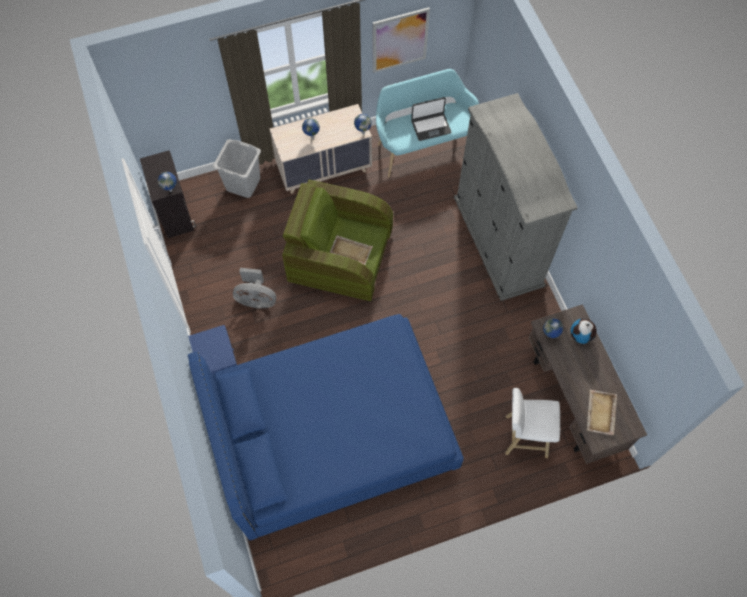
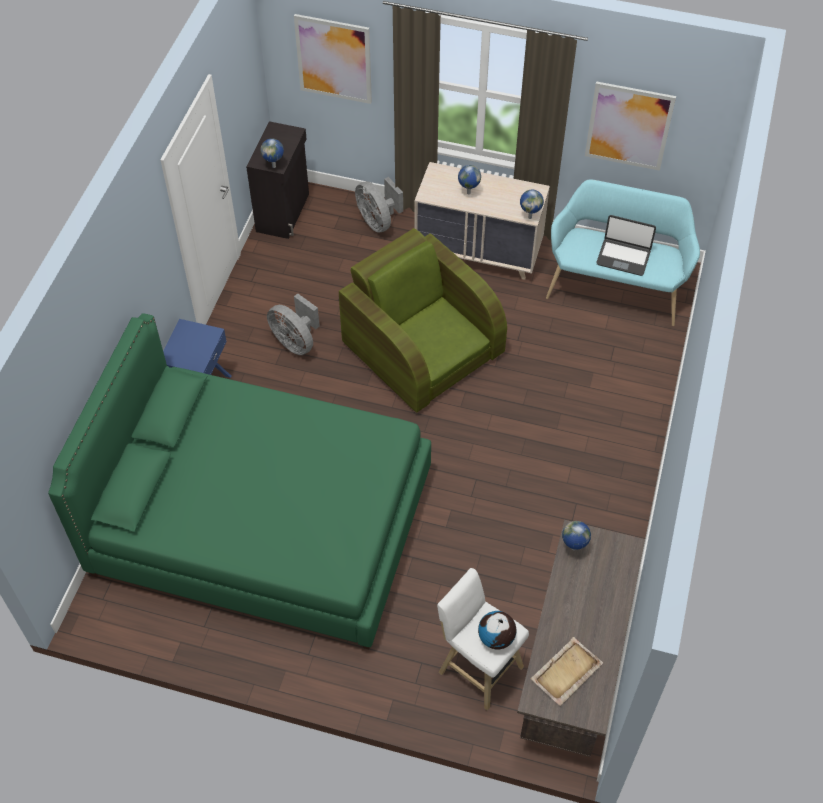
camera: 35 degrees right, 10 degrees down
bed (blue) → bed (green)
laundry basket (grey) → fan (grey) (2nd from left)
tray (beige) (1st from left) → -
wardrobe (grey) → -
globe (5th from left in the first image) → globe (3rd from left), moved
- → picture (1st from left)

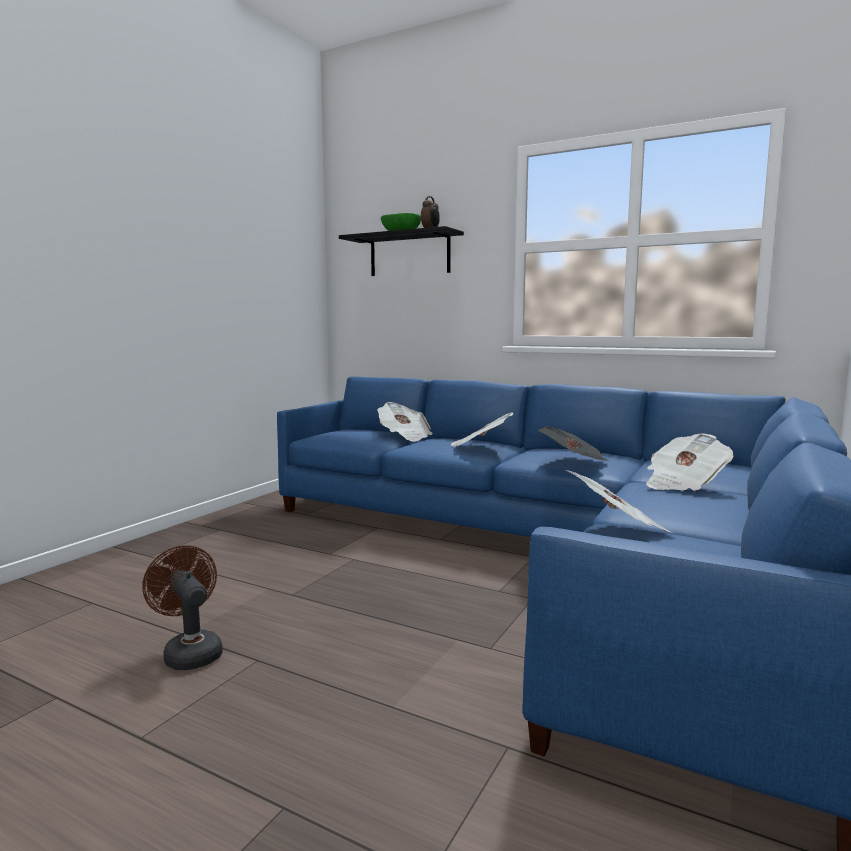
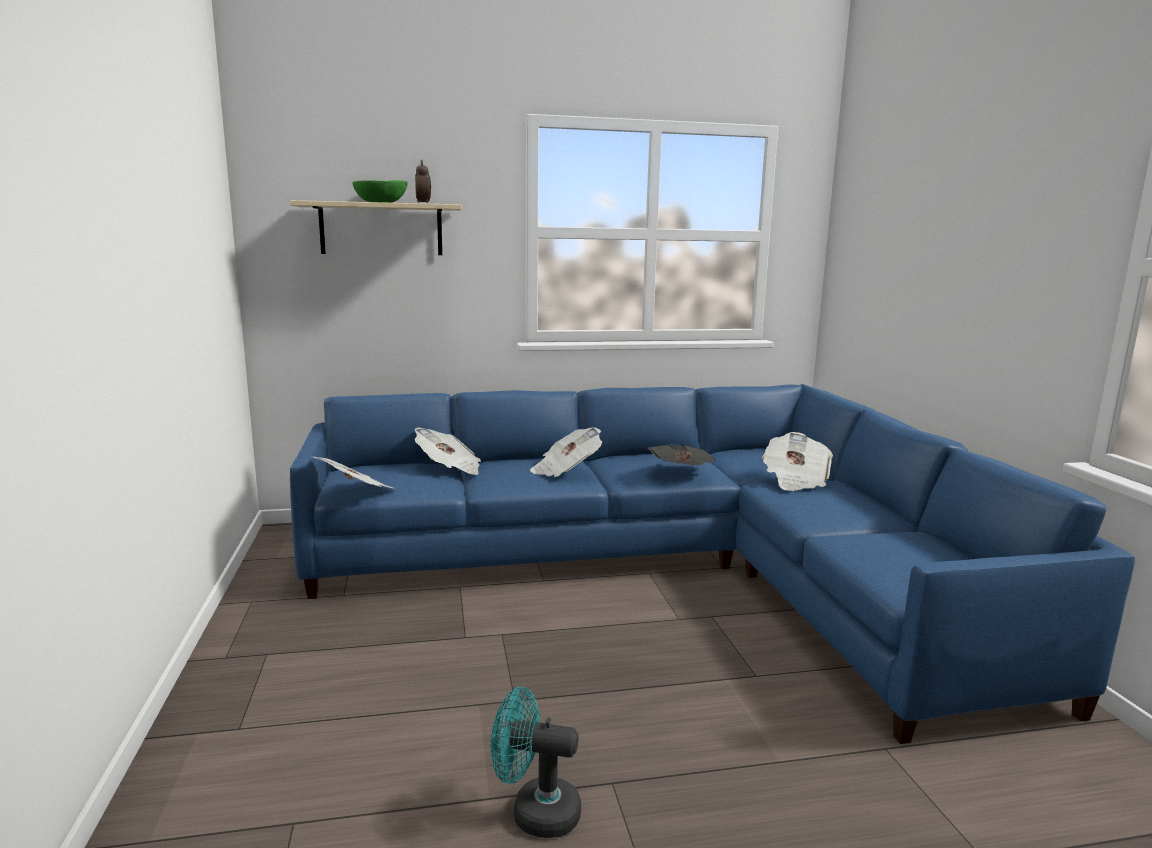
camera: 40 degrees left, 5 degrees up
fan (brown) → fan (turquoise)
shelf (black) → shelf (beige)
newspaper (4th from left in the first image) → newspaper (1st from left), moved

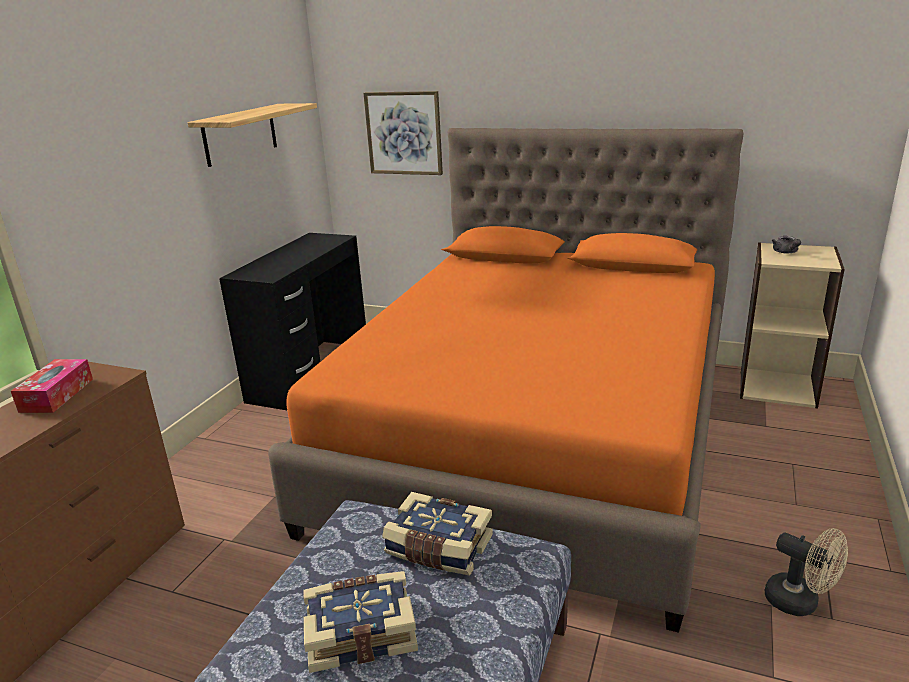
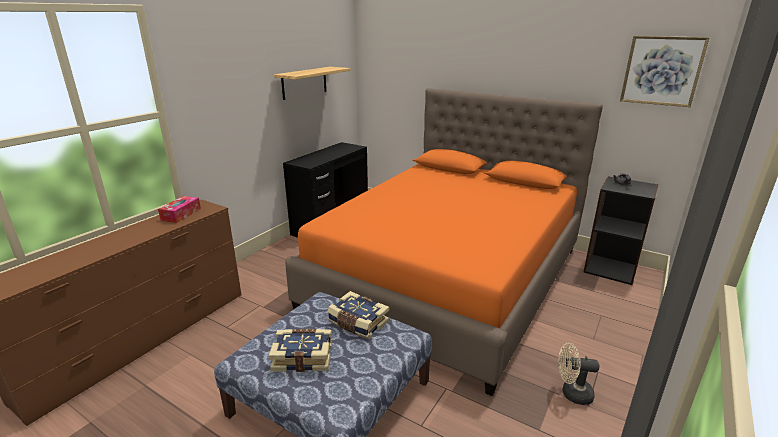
camera: 10 degrees right, 0 degrees up
picture, moved
bookcase (beige) → bookcase (black)
fan (beige), 135 degrees clockwise

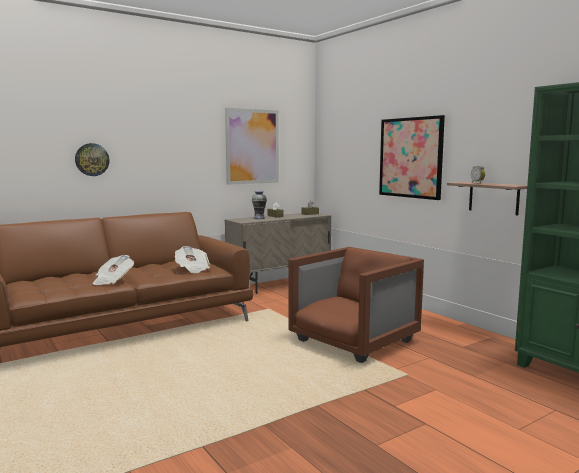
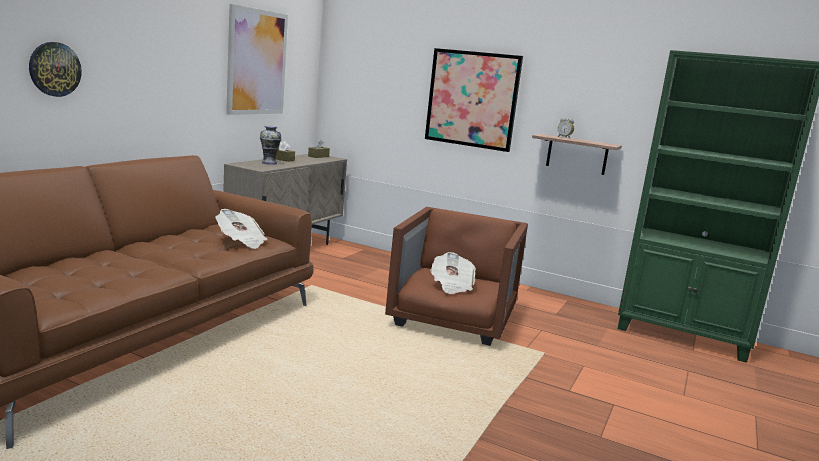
camera: 30 degrees left, 5 degrees up
newspaper (1st from left in the first image) → newspaper (2nd from left), moved

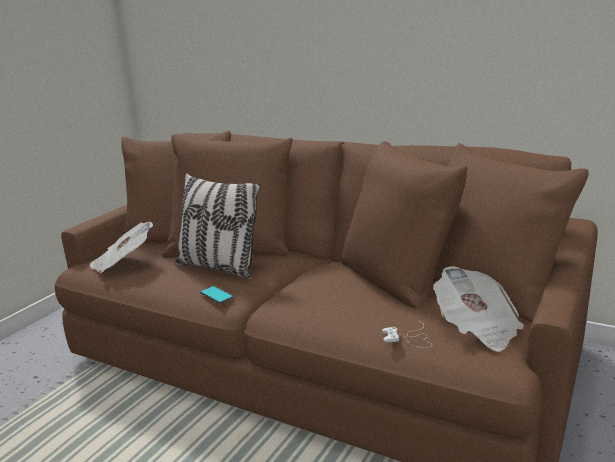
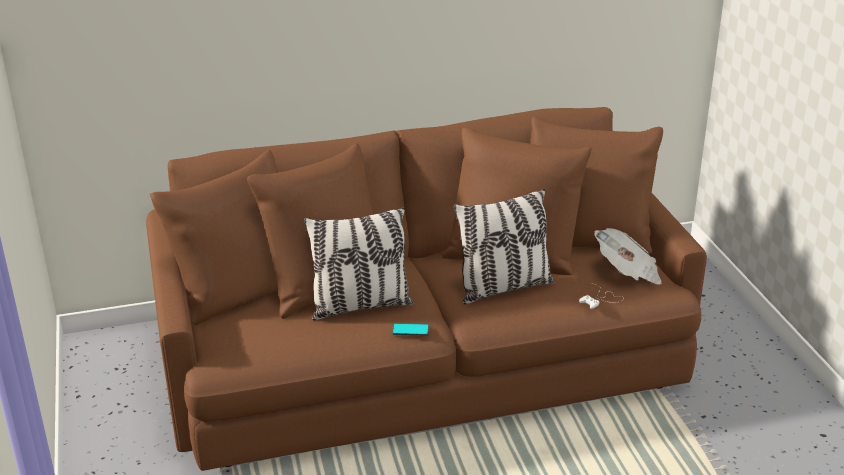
camera: 45 degrees left, 10 degrees up
newspaper (1st from left) → -
- → pillow (2nd from left)

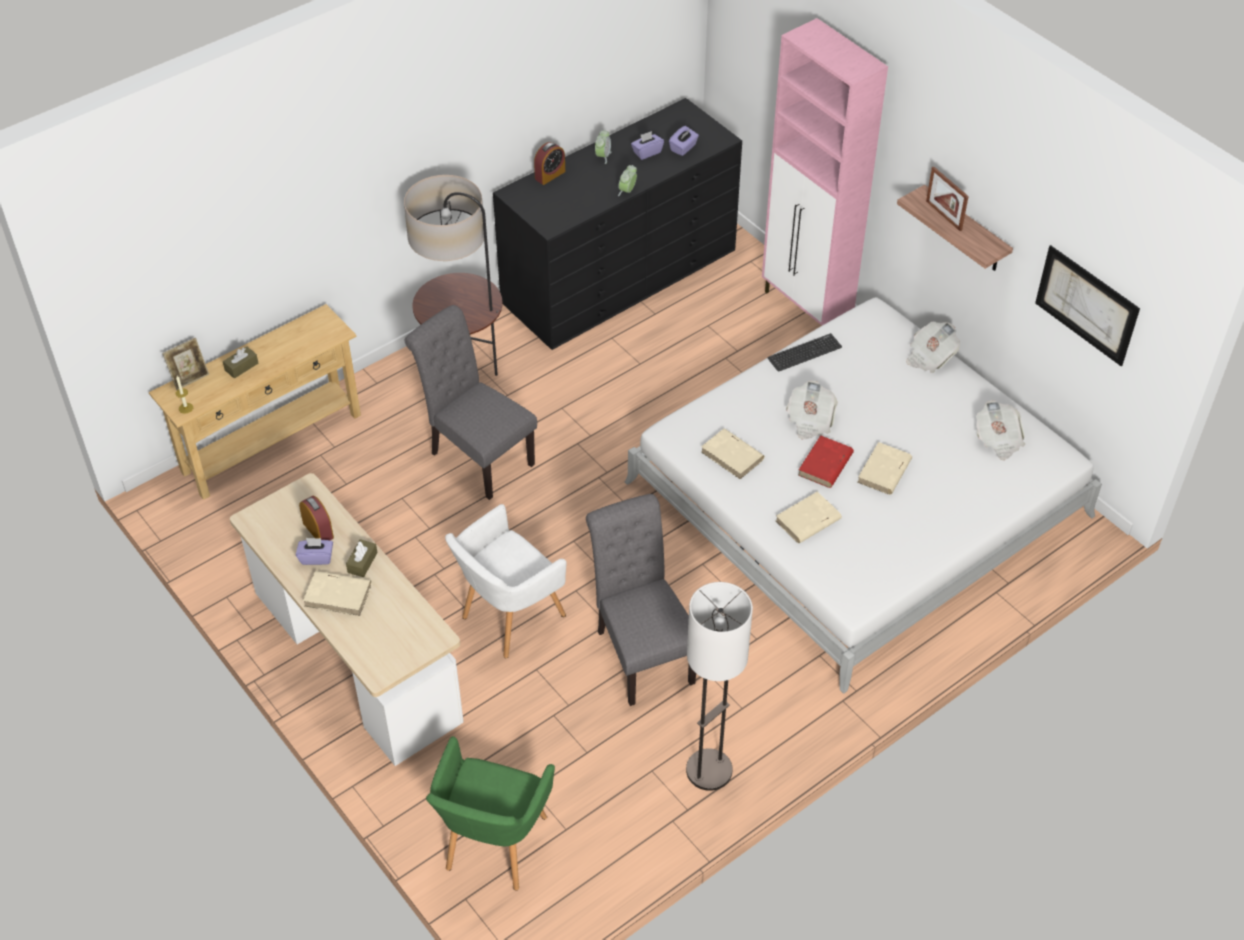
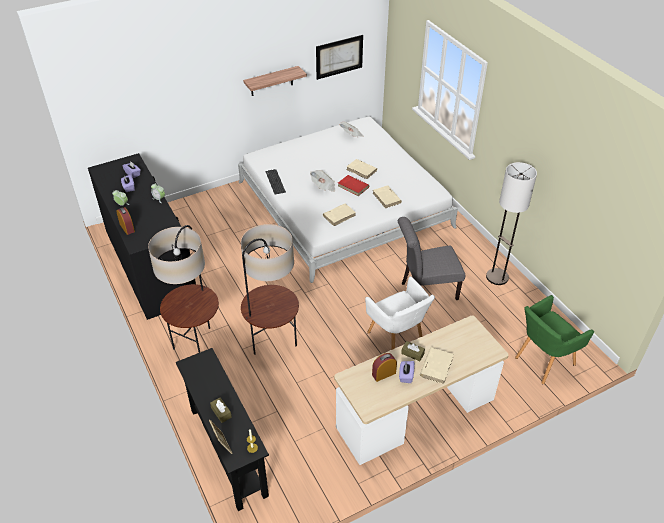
camera: 80 degrees left, 5 degrees down
console table (beige) → console table (black)
chair (grey) (1st from left) → floor lamp (2nd from left)
armchair (green), 120 degrees clockwise
cabinet (pink) → -
newspaper (2nd from left) → -
picture frame (2nd from left) → -

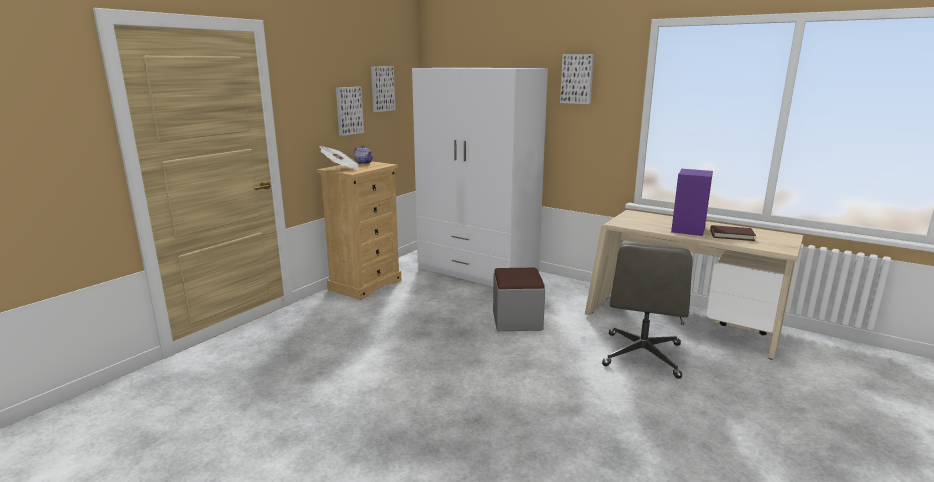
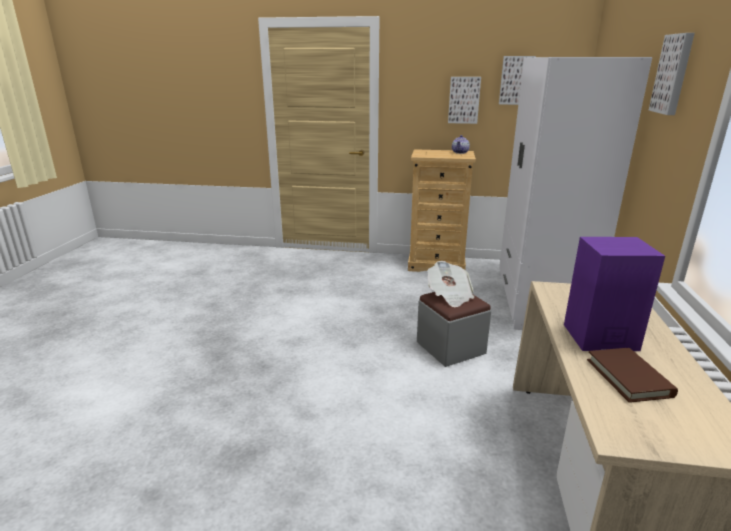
camera: 65 degrees right, 5 degrees up
newspaper, moved
office chair (grey) → -

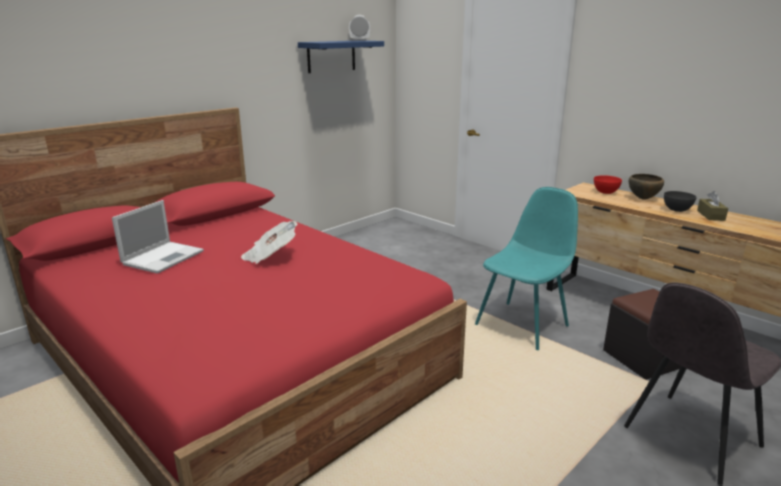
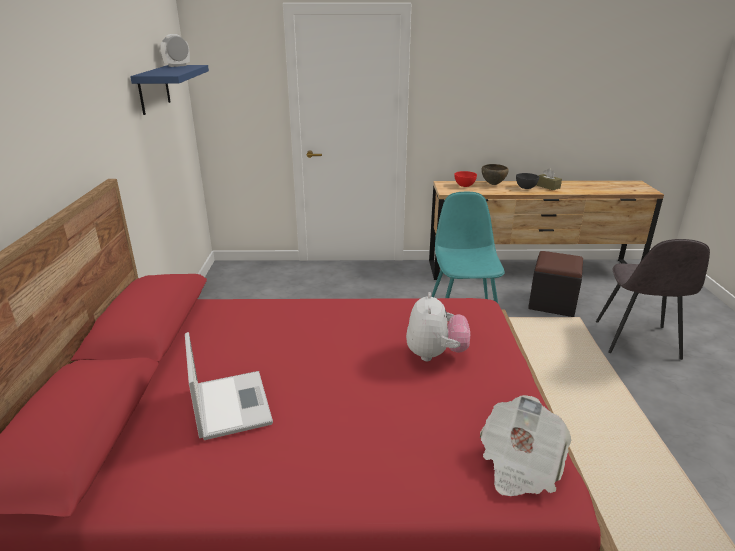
camera: 45 degrees left, 5 degrees up
newspaper, moved
- → plush toy

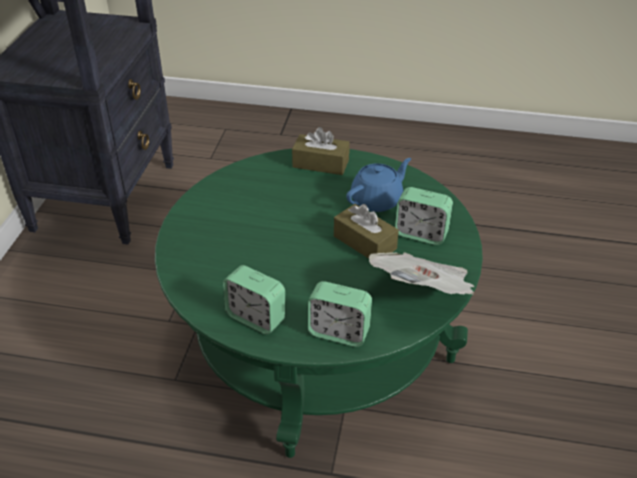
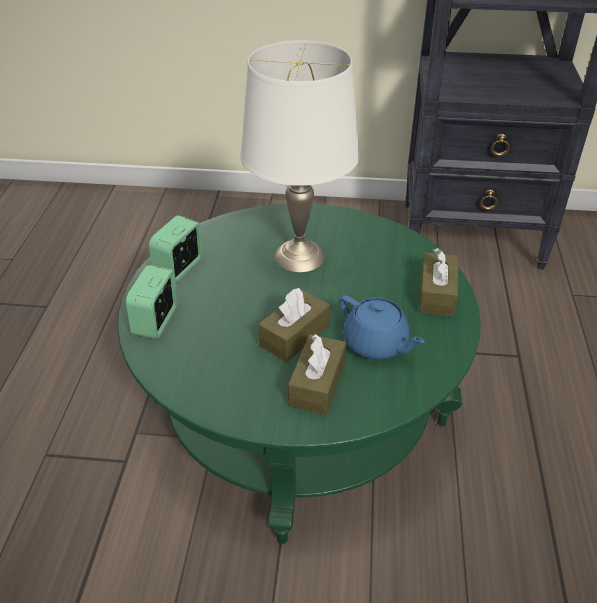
camera: 85 degrees right, 0 degrees up
newspaper → -
alarm clock (3rd from left) → tissue box (brown) (2nd from left)
- → table lamp (white)

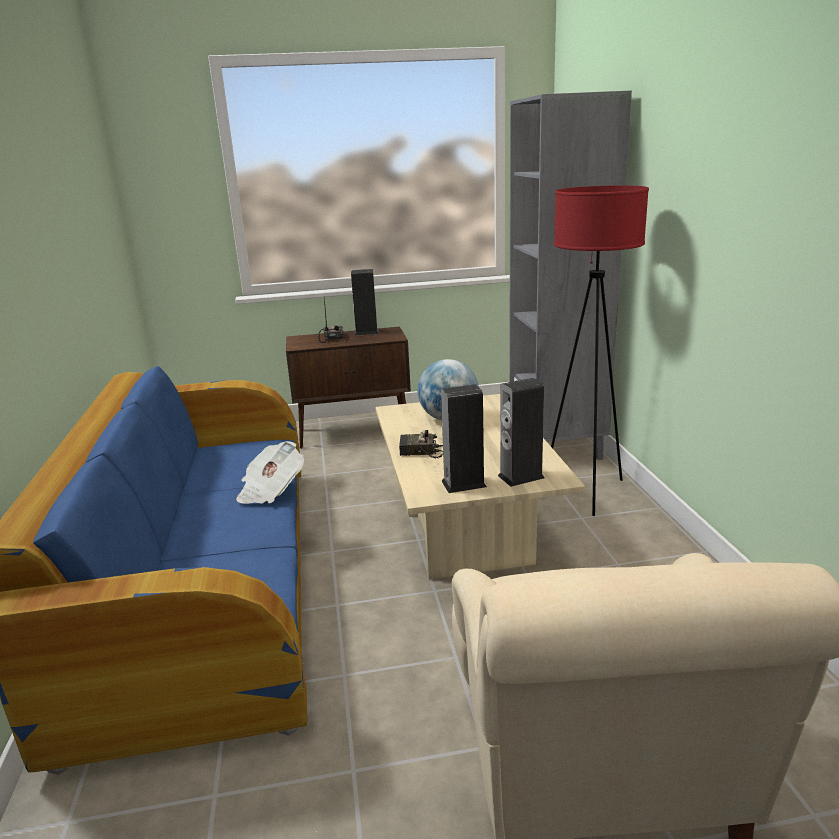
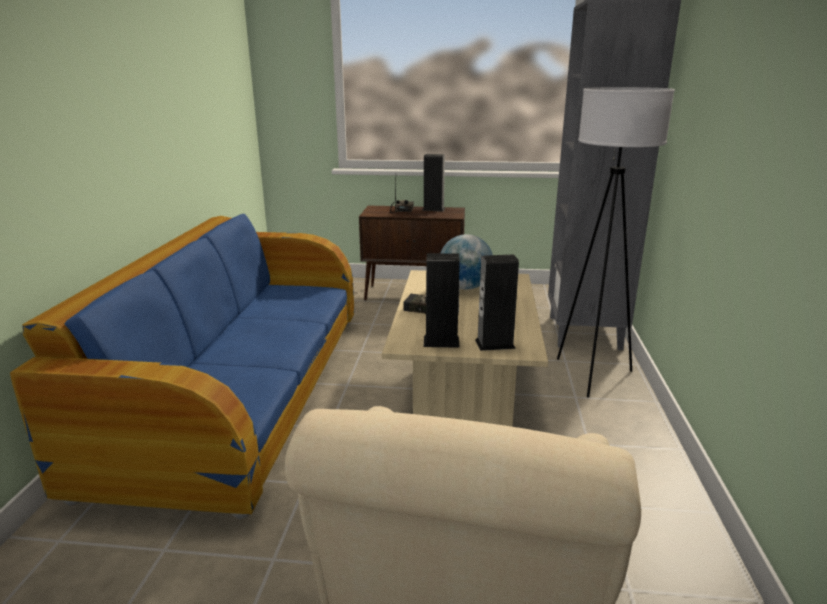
camera: 15 degrees right, 0 degrees up
newspaper → -
floor lamp (red) → floor lamp (white)

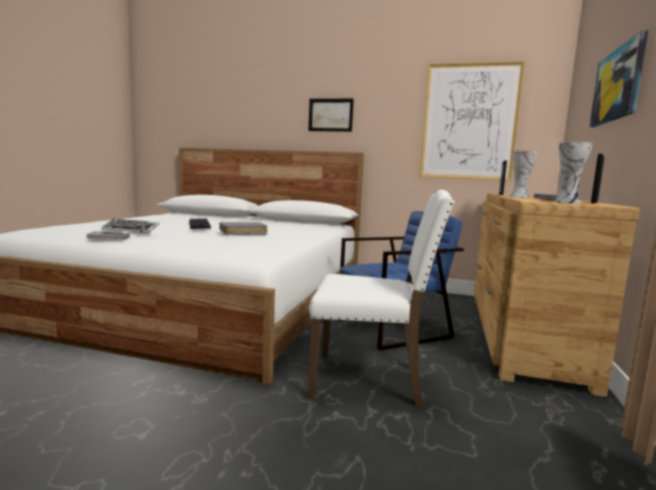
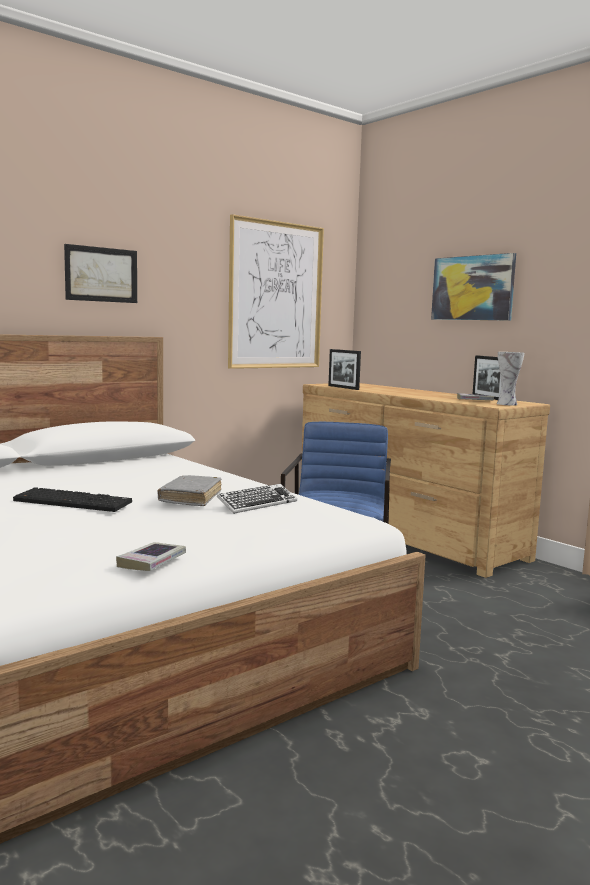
camera: 55 degrees left, 0 degrees up
keyboard (1st from left in the first image) → keyboard (2nd from left), moved
chair (white) → -
vase (1st from left) → -

